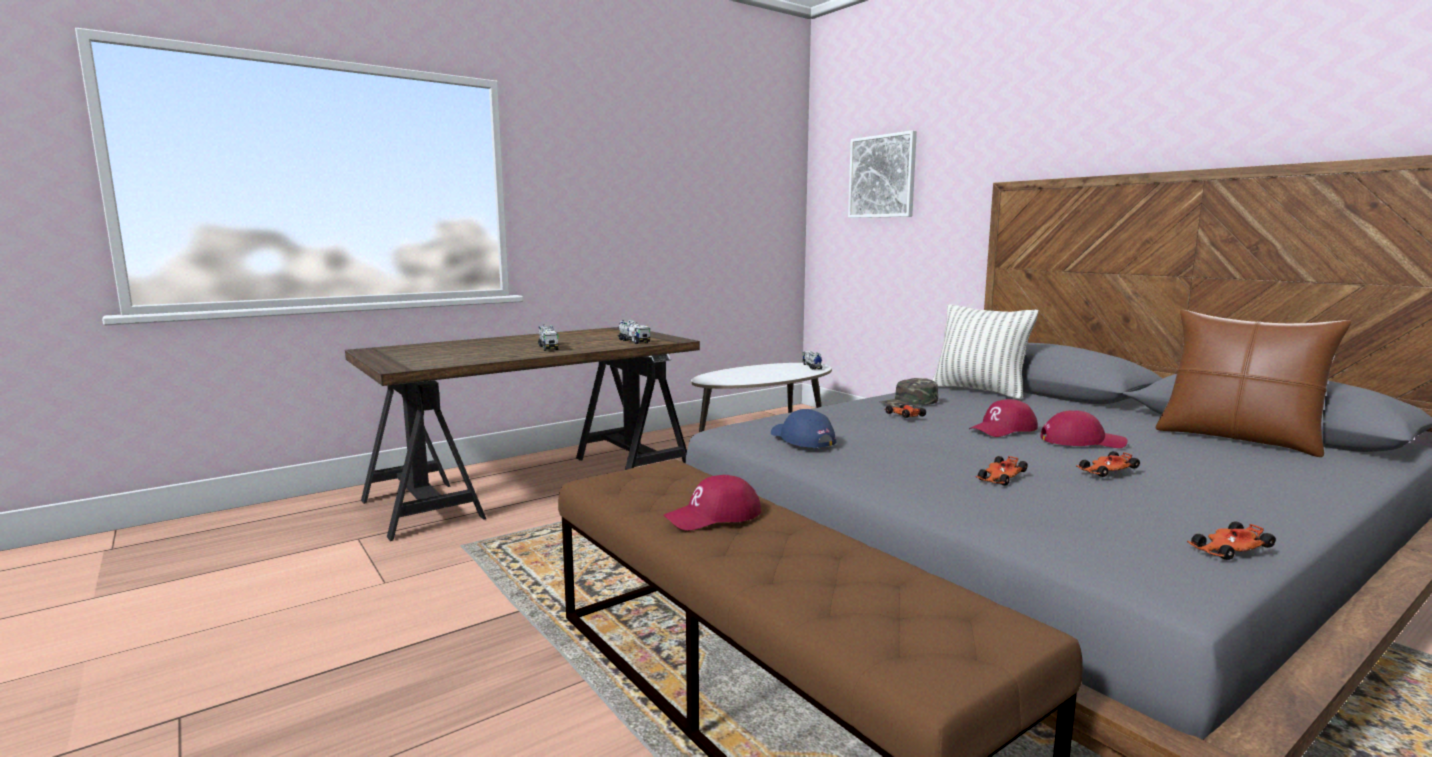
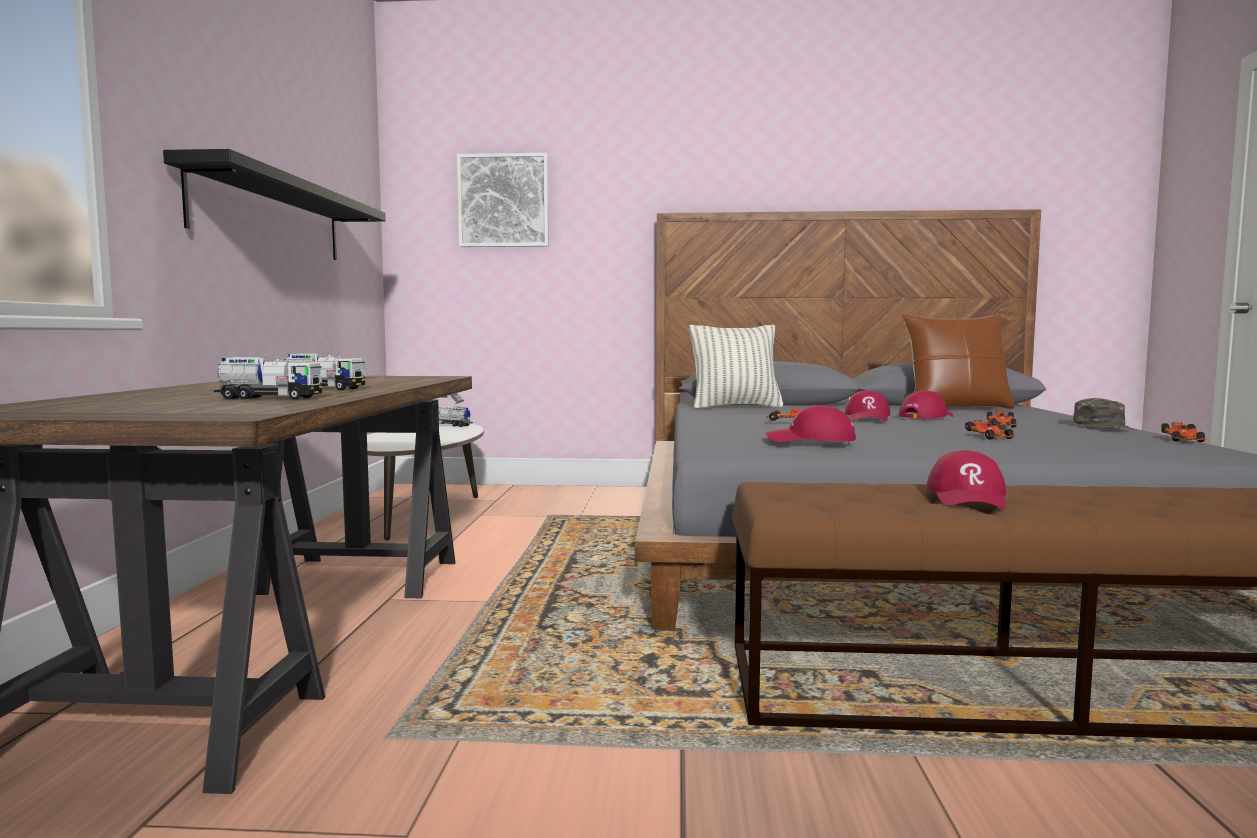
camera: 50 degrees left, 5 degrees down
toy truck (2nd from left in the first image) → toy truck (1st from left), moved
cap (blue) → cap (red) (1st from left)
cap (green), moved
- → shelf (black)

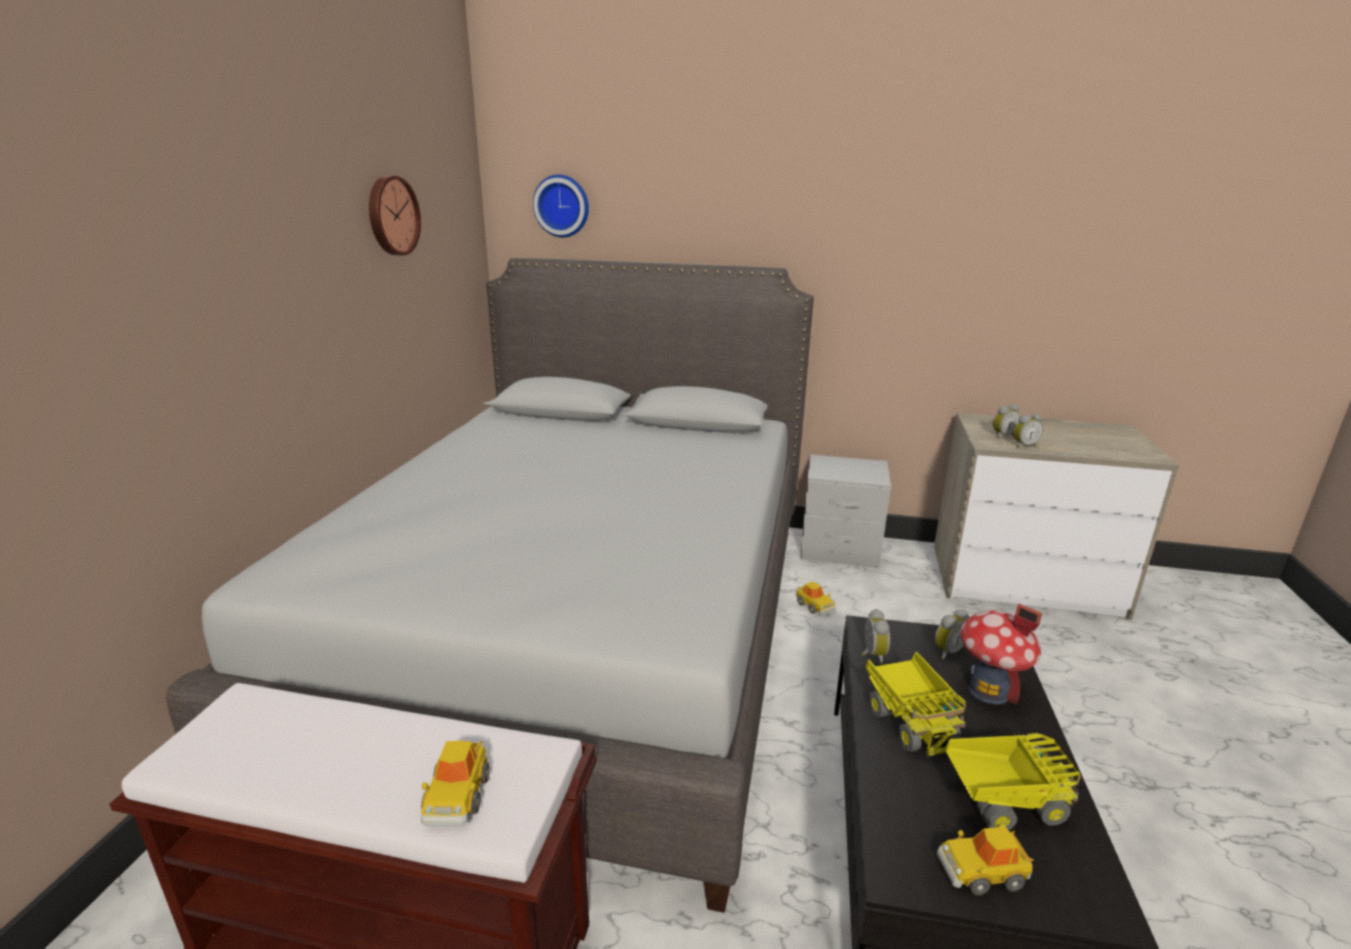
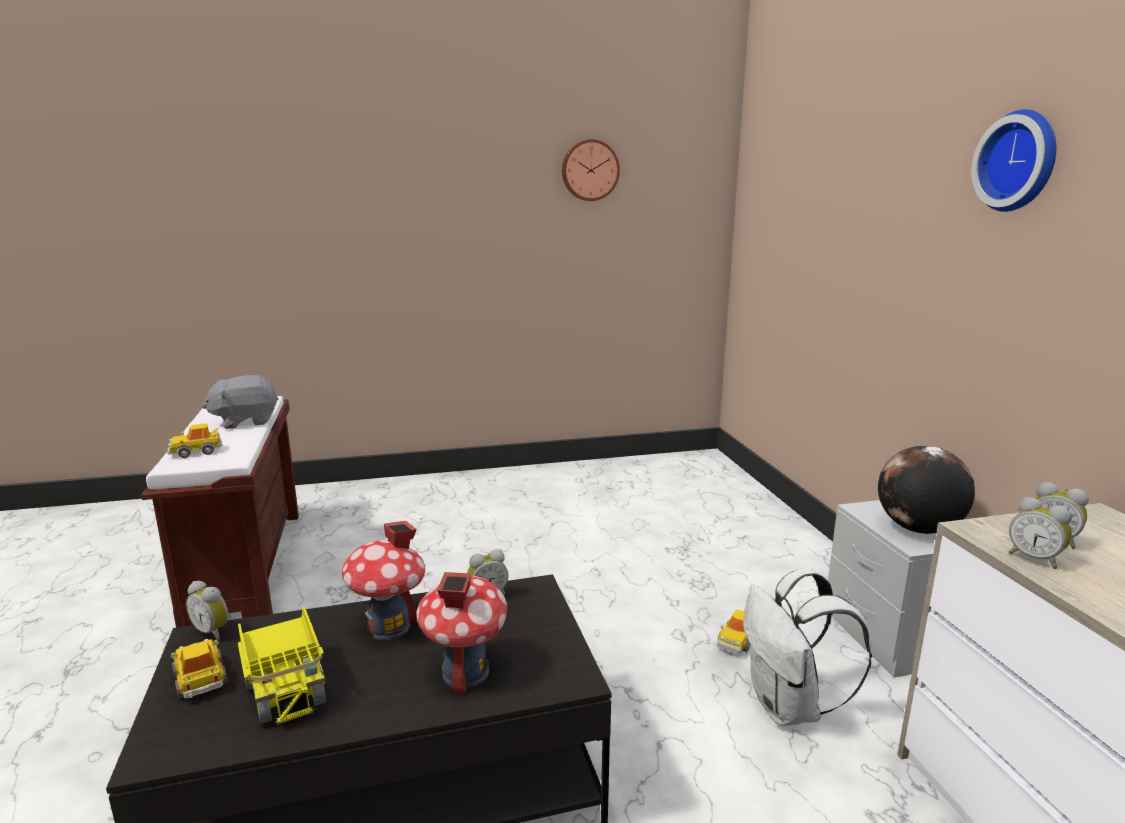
camera: 65 degrees right, 5 degrees down
bed (grey) → -
wall clock (2nd from left), moved
toy truck (1st from left) → toy house (1st from left)
alarm clock (2nd from left in the first image) → alarm clock (1st from left), moved
- → plush toy (grey)
- → backpack (white)
- → globe

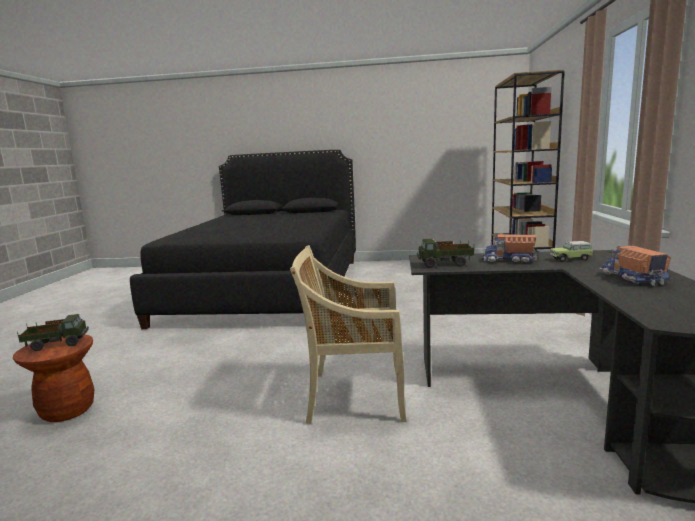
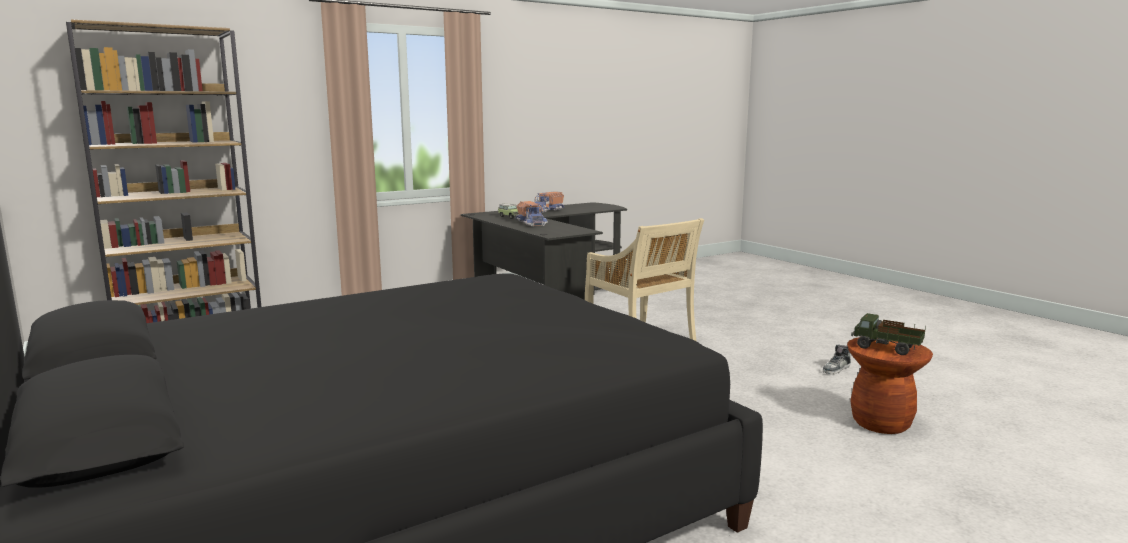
camera: 130 degrees left, 0 degrees up
toy truck (2nd from left) → -
- → shoe

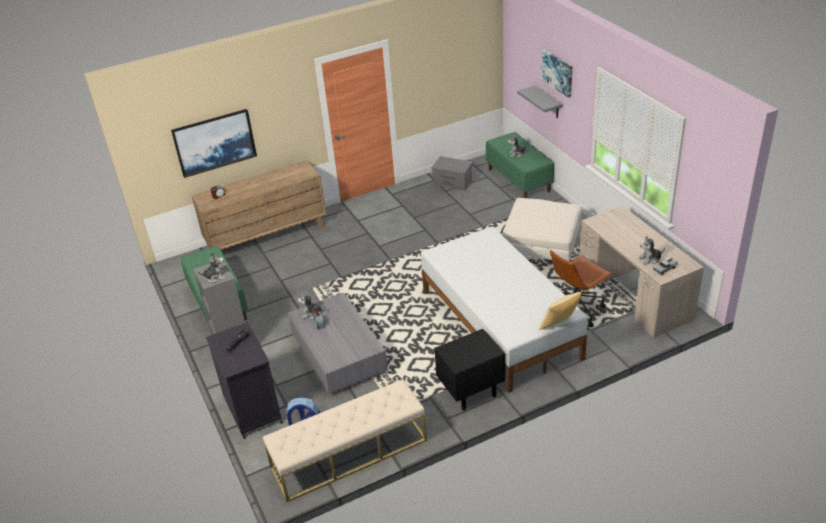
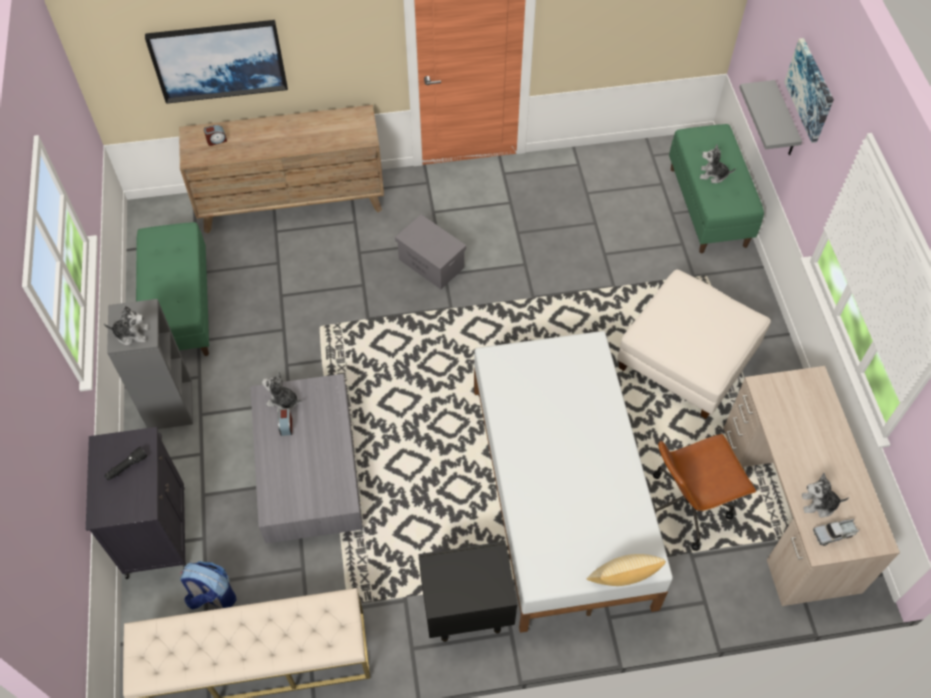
camera: 15 degrees right, 20 degrees up
storage box (grey), moved

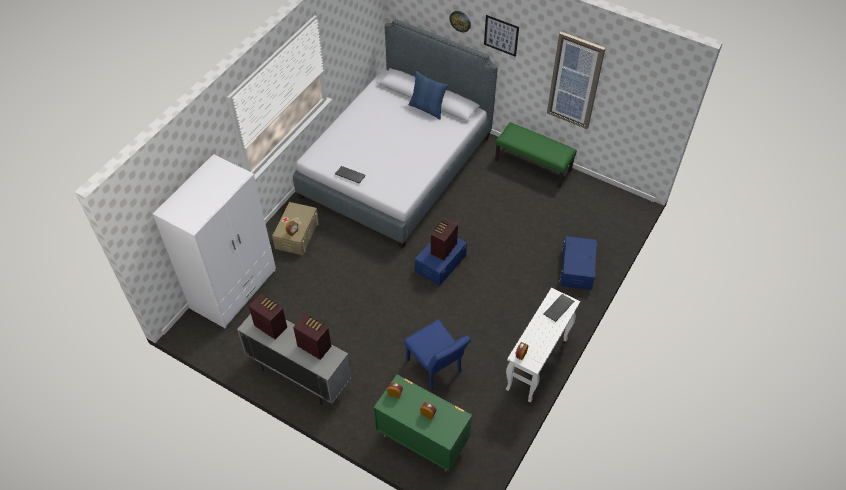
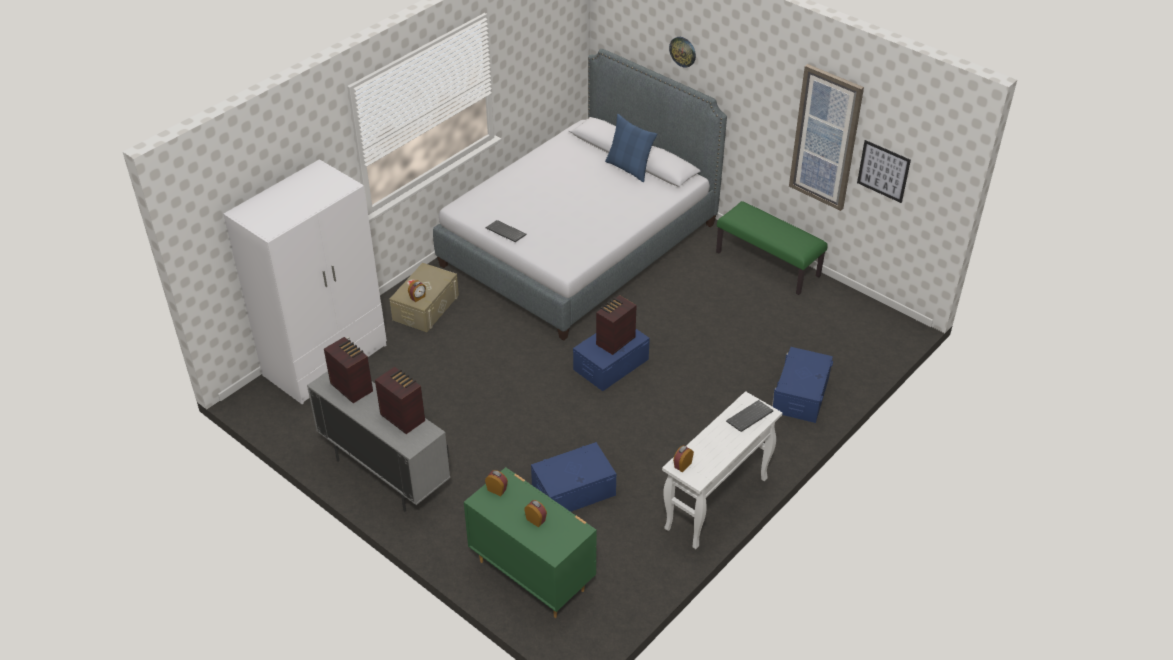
camera: 10 degrees right, 10 degrees down
chair (blue) → storage box (blue) (1st from left)
picture (1st from left in the first image) → picture (2nd from left), moved

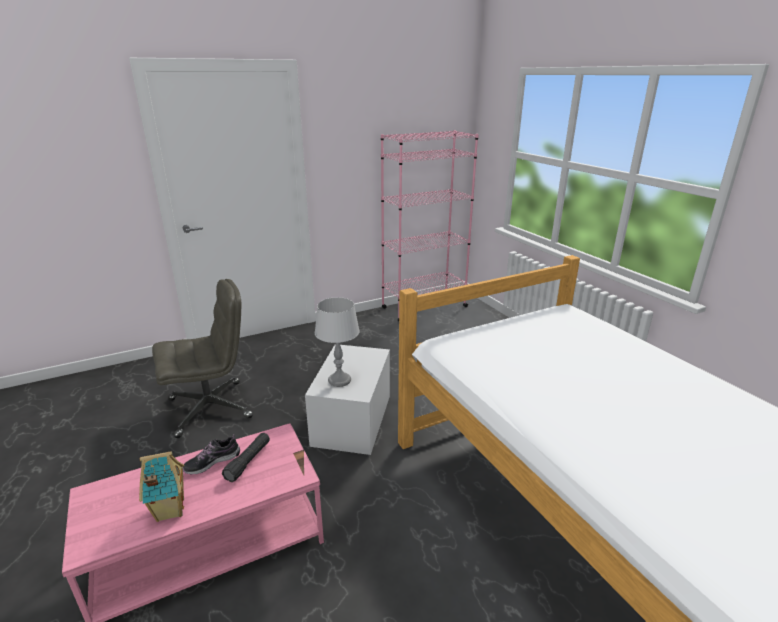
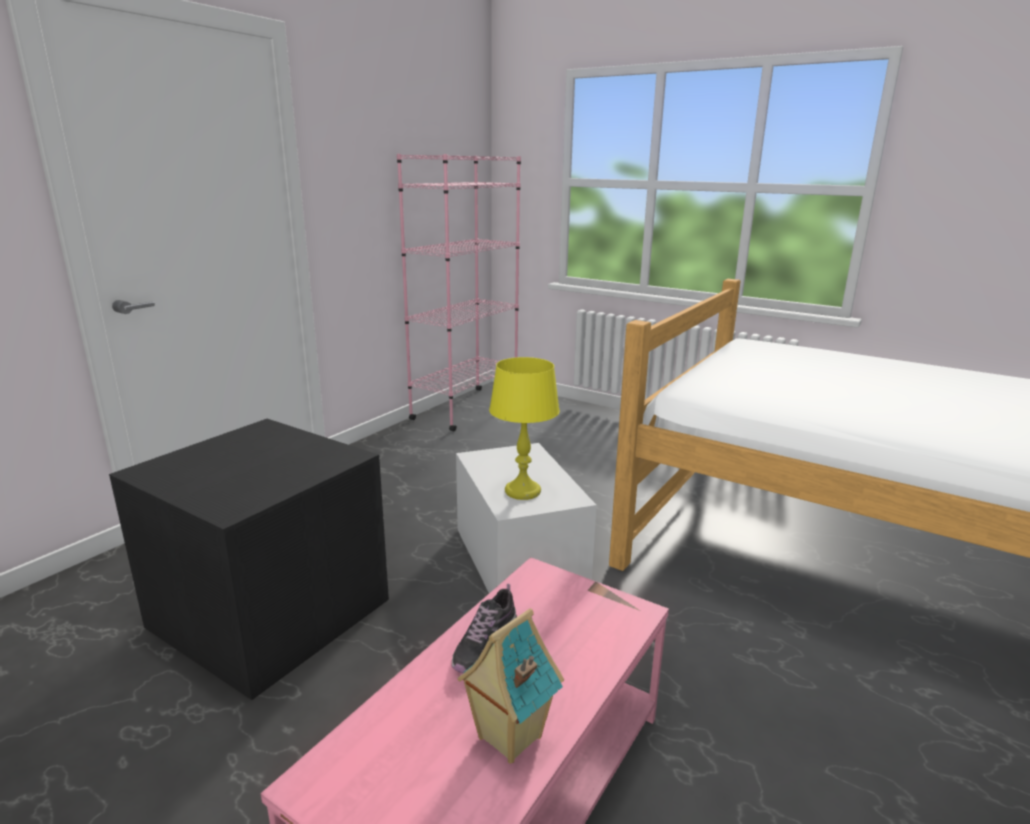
camera: 30 degrees left, 5 degrees down
office chair (grey) → storage box (black)
flashlight (black) → -
table lamp (grey) → table lamp (yellow)

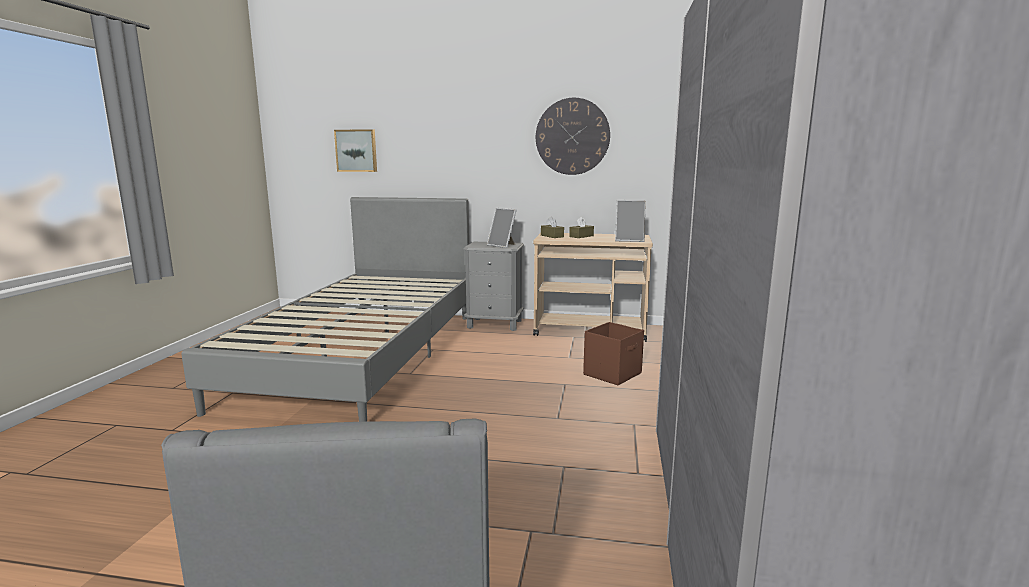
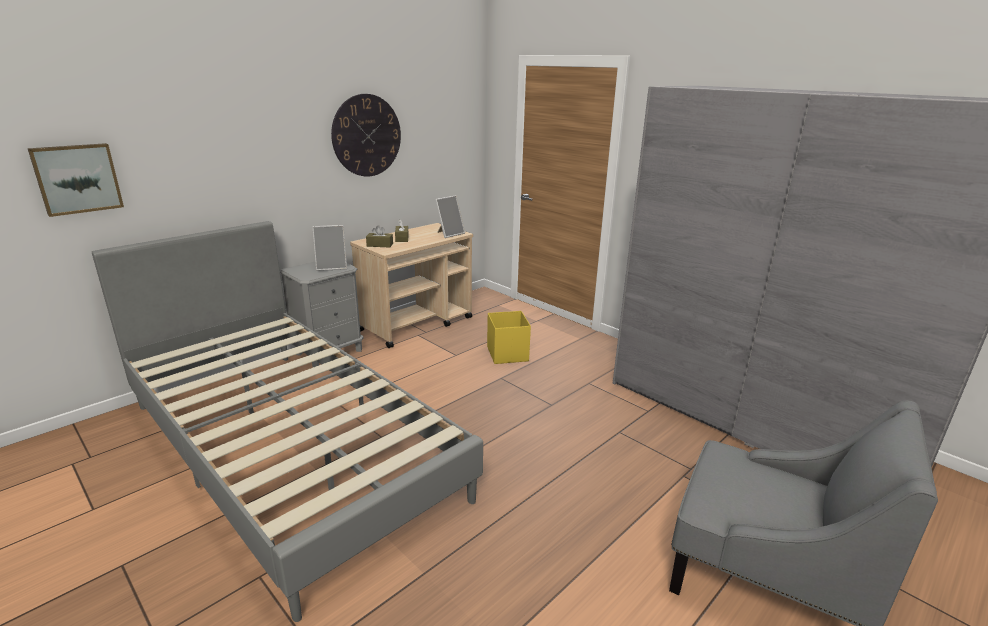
camera: 55 degrees left, 10 degrees up
storage box (brown) → storage box (yellow)

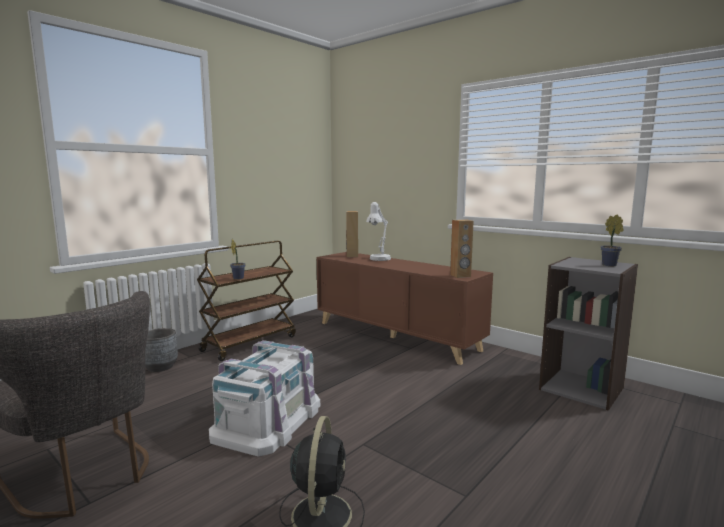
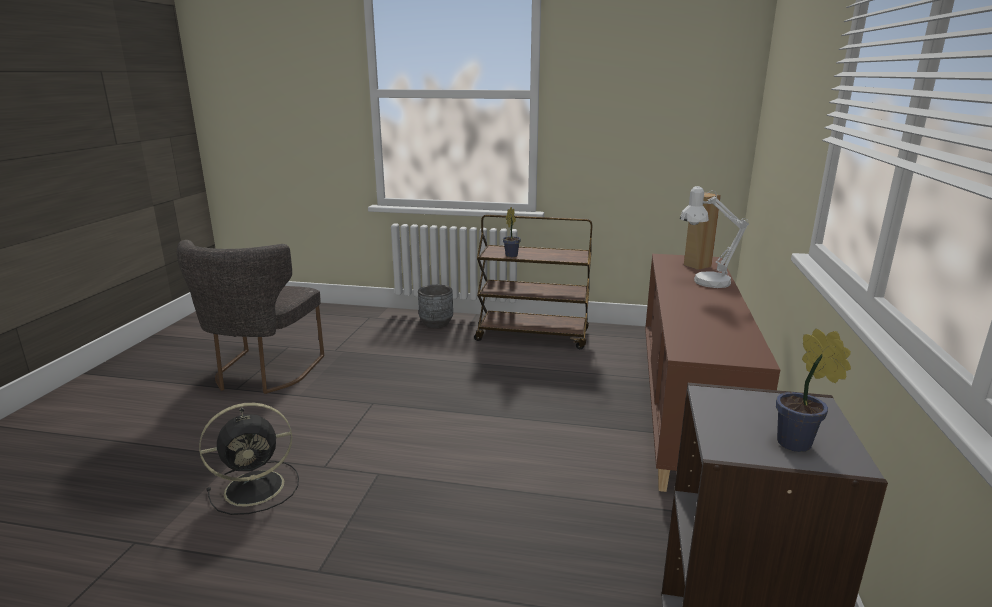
camera: 60 degrees right, 10 degrees up
storage box (white) → -
speaker (brown) (2nd from left) → -

